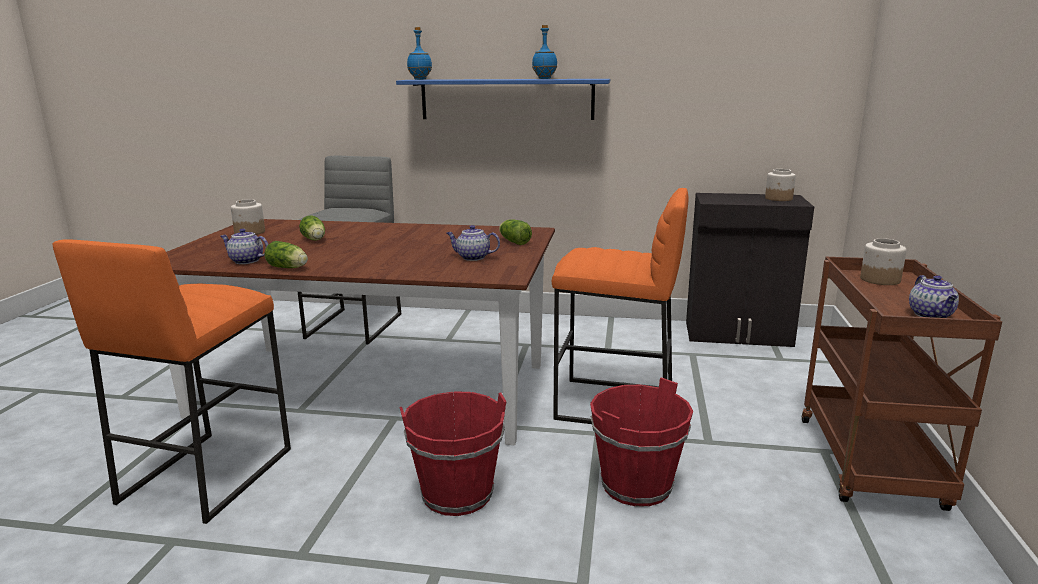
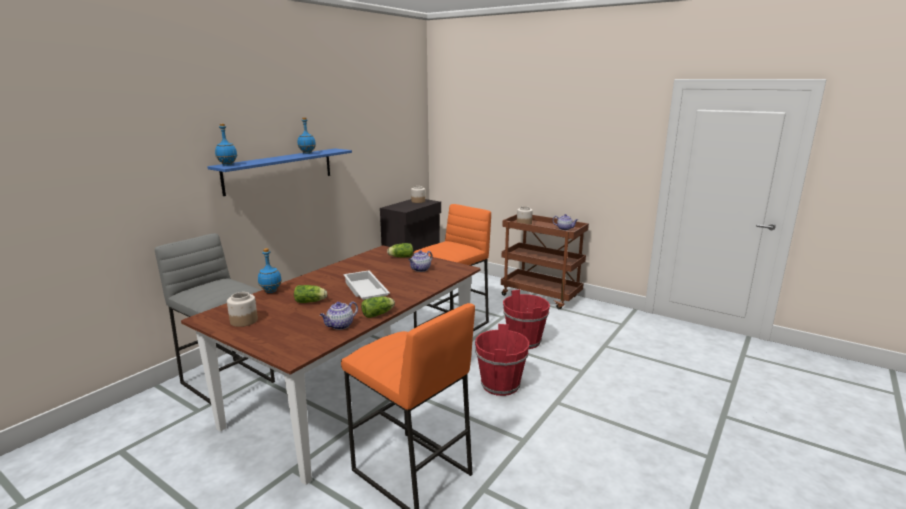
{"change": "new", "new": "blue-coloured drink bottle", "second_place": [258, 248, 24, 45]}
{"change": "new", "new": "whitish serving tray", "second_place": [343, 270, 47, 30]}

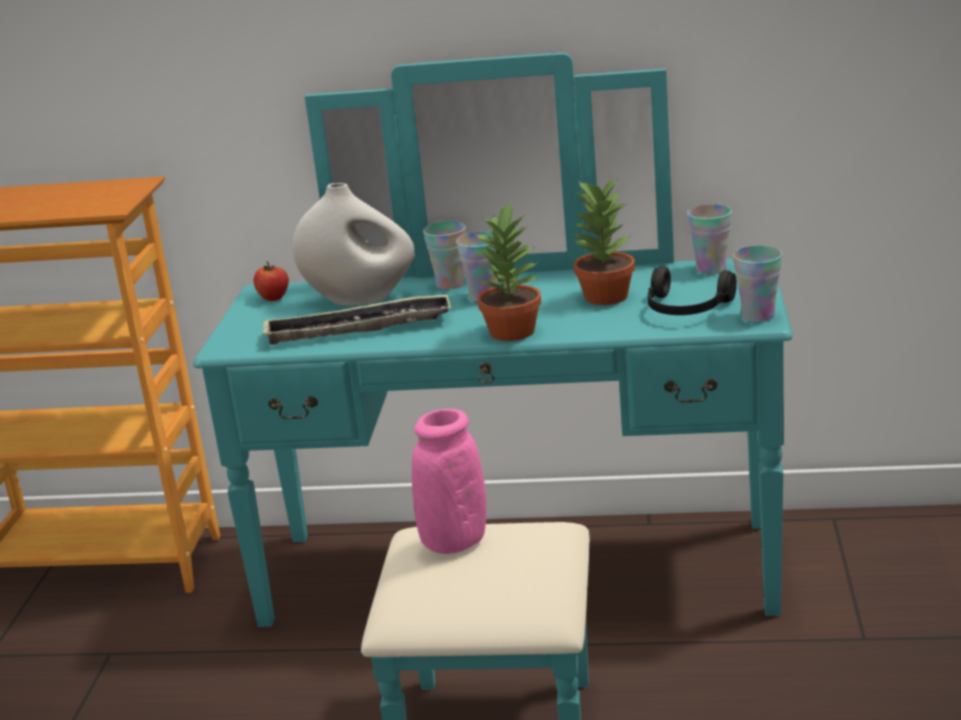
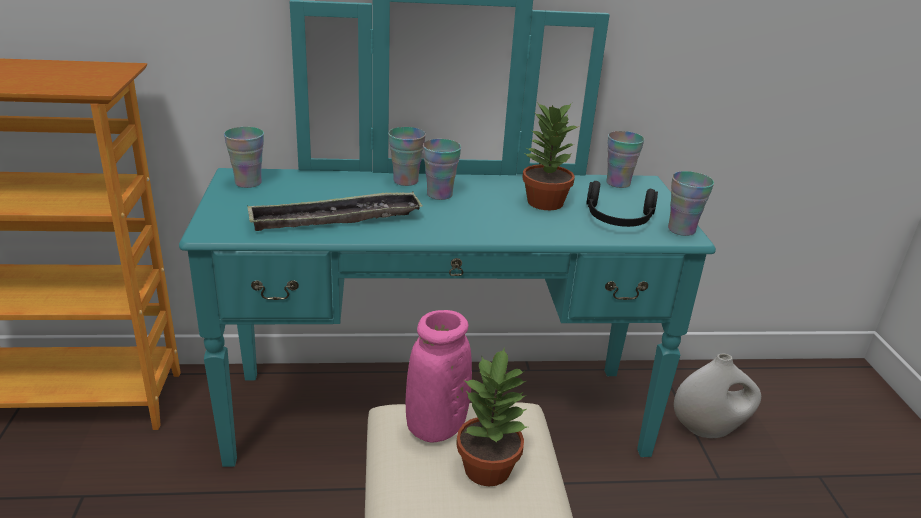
{"change": "shifted", "old": "whitish flower vase", "first_place": [292, 183, 123, 123], "second_place": [674, 354, 87, 84]}
{"change": "shifted", "old": "houseplant", "first_place": [475, 201, 66, 140], "second_place": [456, 346, 71, 140]}
{"change": "swapped", "old": "apple", "new": "cup", "first_place": [254, 261, 35, 40], "second_place": [224, 127, 40, 61]}

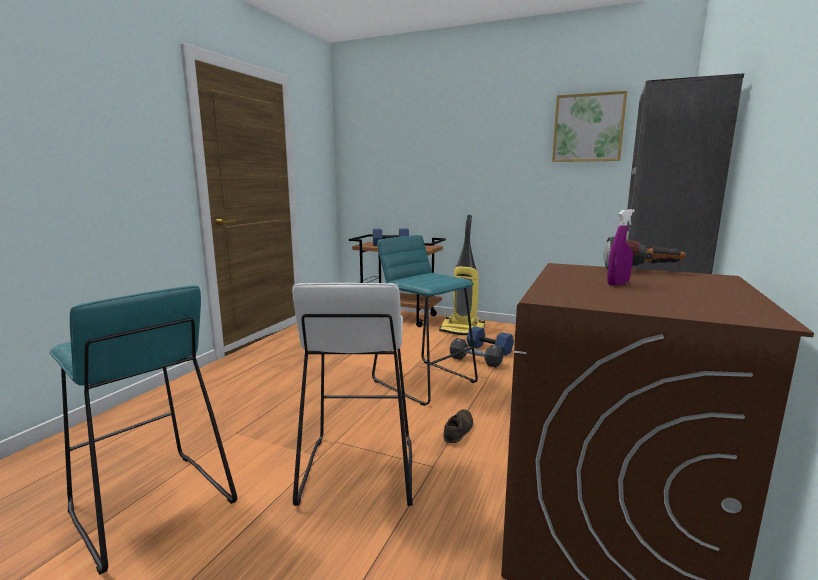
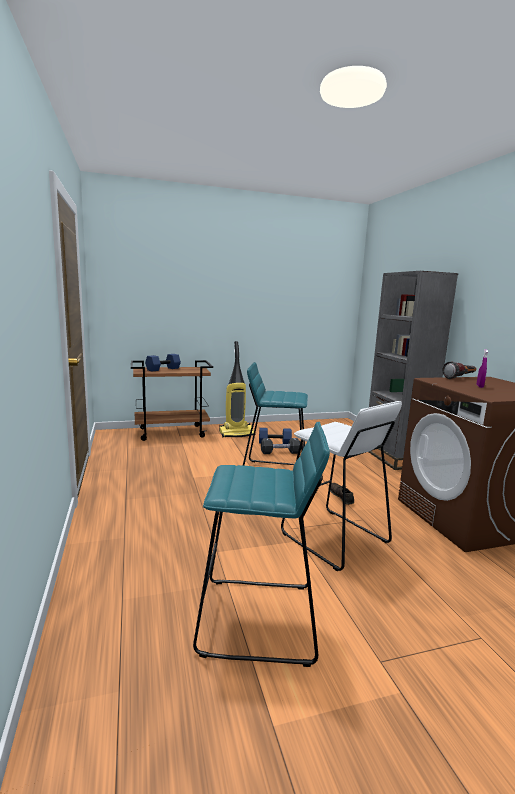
{"change": "gone", "old": "wall picture", "first_place": [552, 91, 75, 71]}

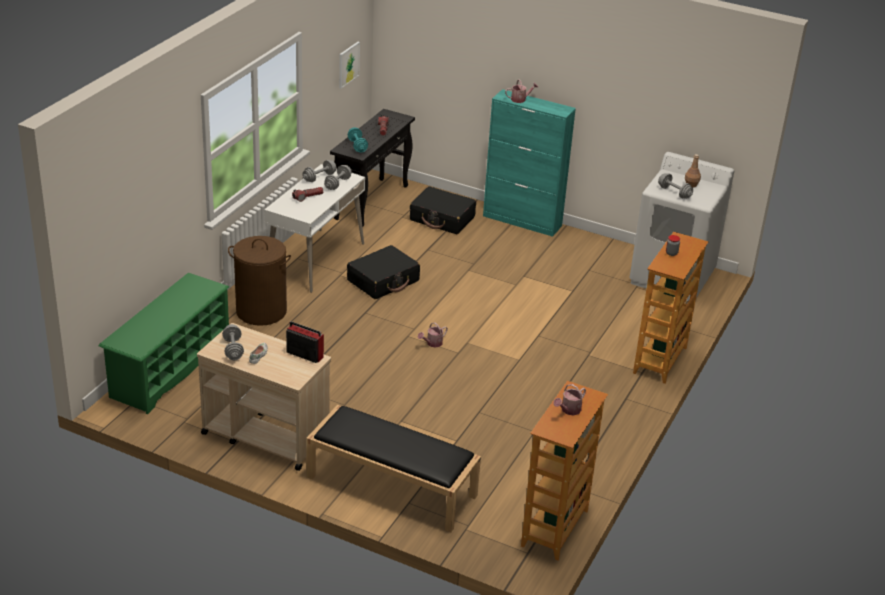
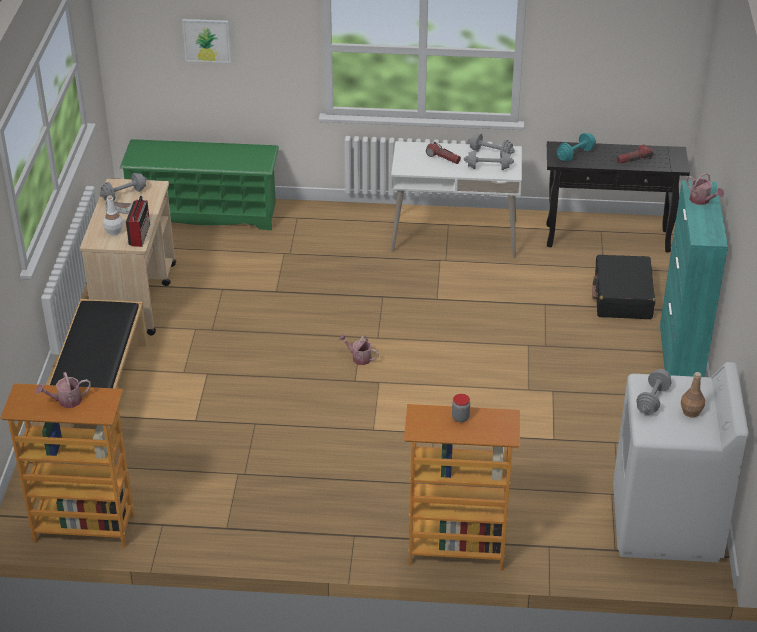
{"change": "shifted", "old": "wall picture", "first_place": [339, 42, 21, 47], "second_place": [182, 19, 49, 44]}
{"change": "gone", "old": "brown-coloured washing basket", "first_place": [228, 236, 63, 90]}
{"change": "gone", "old": "blackish travel case", "first_place": [347, 245, 73, 54]}
{"change": "rotated", "old": "sprinkling can", "first_place": [553, 384, 33, 31], "second_place": [36, 372, 55, 36], "degrees": -45}
{"change": "new", "new": "whitish drink bottle", "second_place": [103, 195, 20, 41]}

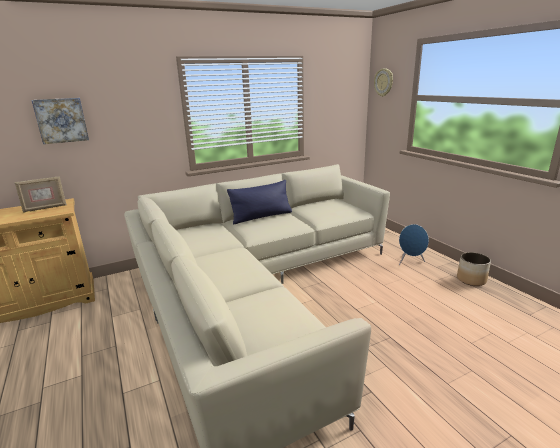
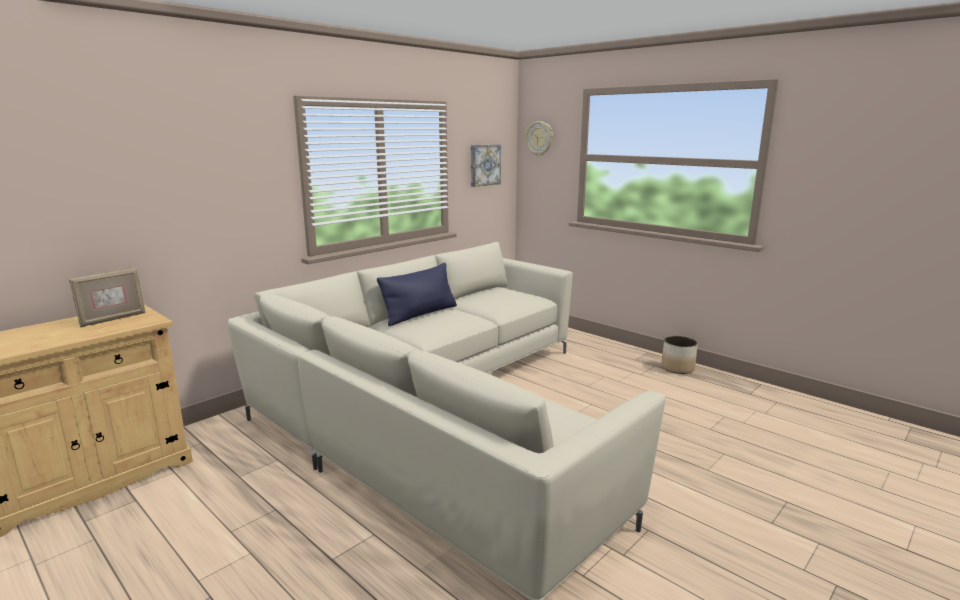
{"change": "shifted", "old": "wall picture", "first_place": [31, 98, 58, 46], "second_place": [471, 144, 30, 43]}
{"change": "gone", "old": "blue-coloured speaker", "first_place": [399, 224, 30, 41]}

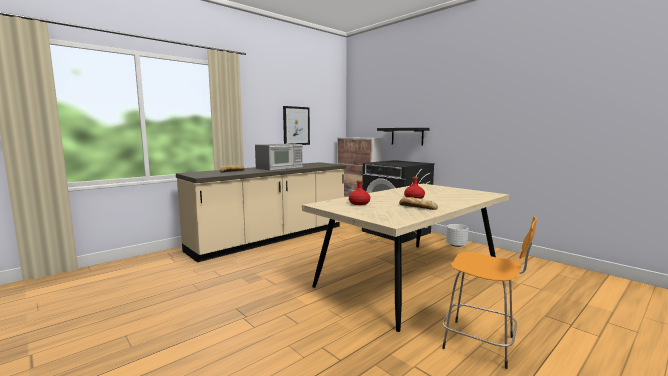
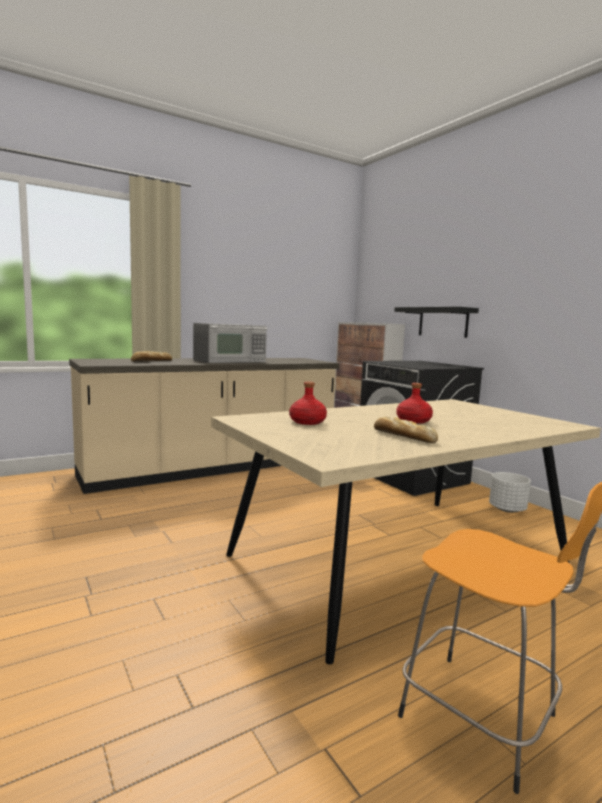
{"change": "gone", "old": "wall picture", "first_place": [283, 106, 27, 39]}

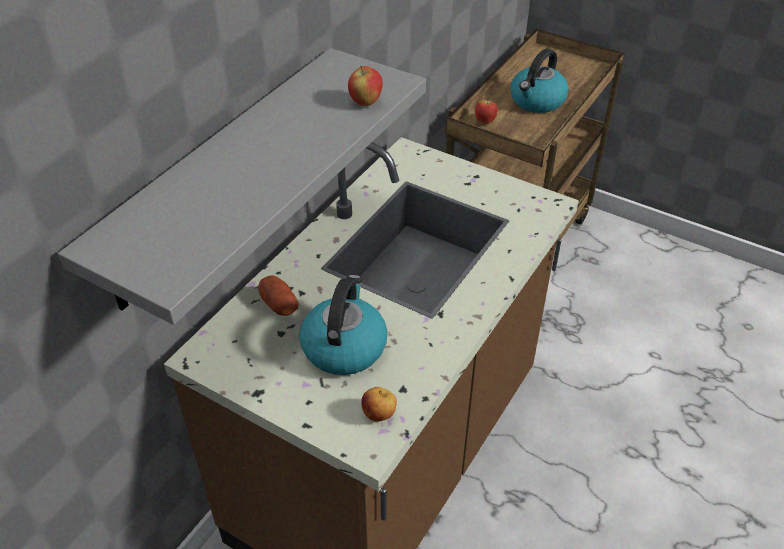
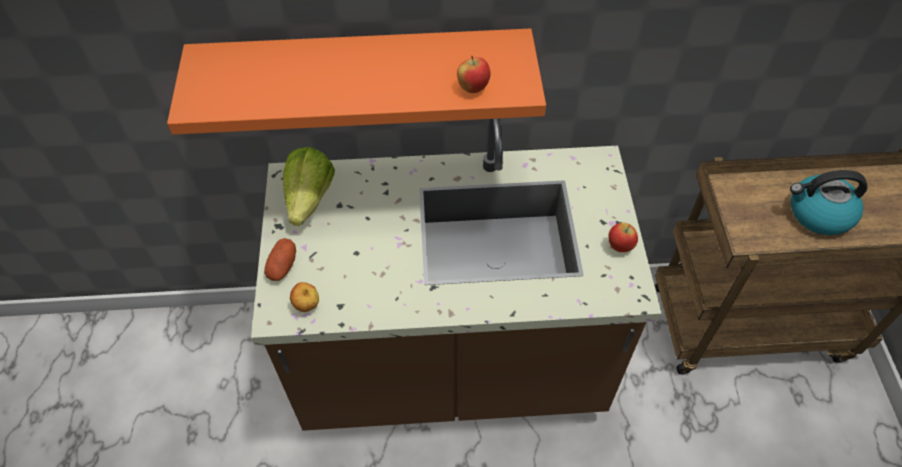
{"change": "repainted", "old": "gray bracket shelf", "new": "orange-coloured bracket shelf", "first_place": [58, 48, 368, 277], "second_place": [167, 28, 379, 107]}
{"change": "shifted", "old": "apple", "first_place": [475, 97, 23, 27], "second_place": [608, 223, 30, 29]}
{"change": "shifted", "old": "whole potato", "first_place": [258, 275, 40, 41], "second_place": [264, 238, 32, 43]}
{"change": "gone", "old": "water kettle", "first_place": [299, 275, 89, 100]}
{"change": "new", "new": "lettuce head", "second_place": [283, 147, 52, 79]}

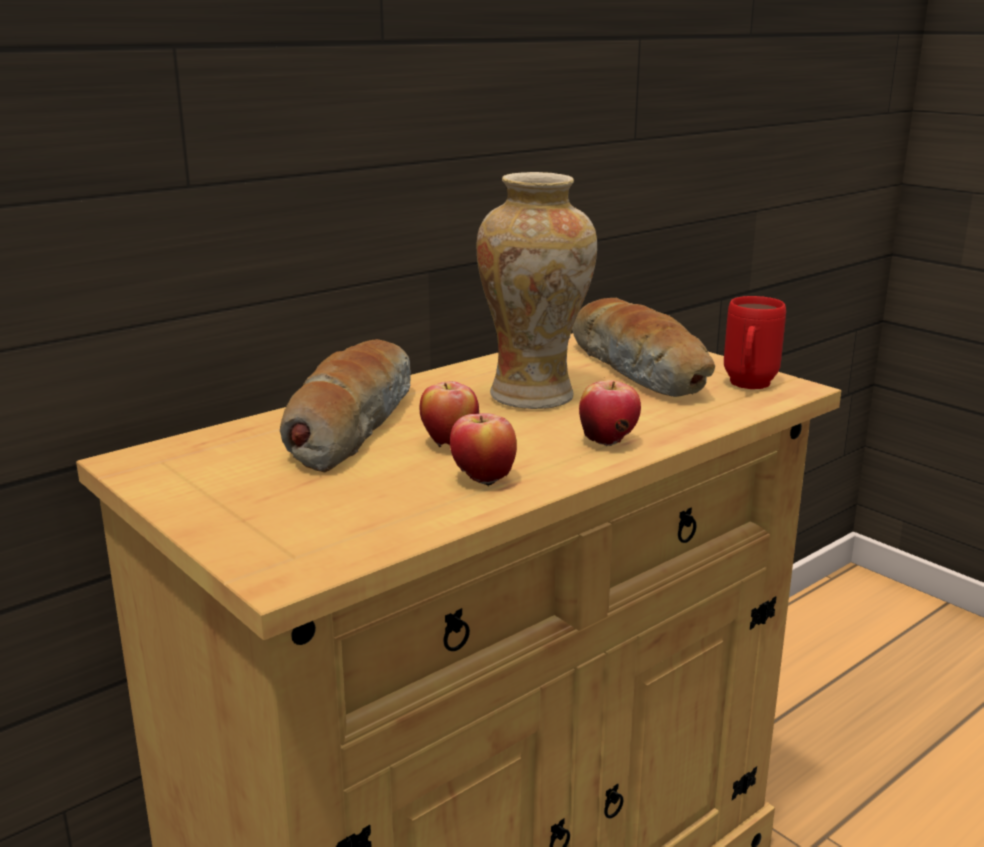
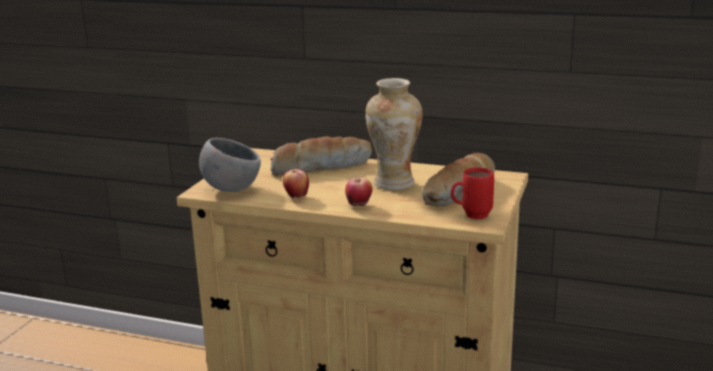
{"change": "gone", "old": "apple", "first_place": [419, 381, 60, 66]}
{"change": "new", "new": "gray serving bowl", "second_place": [199, 138, 62, 54]}

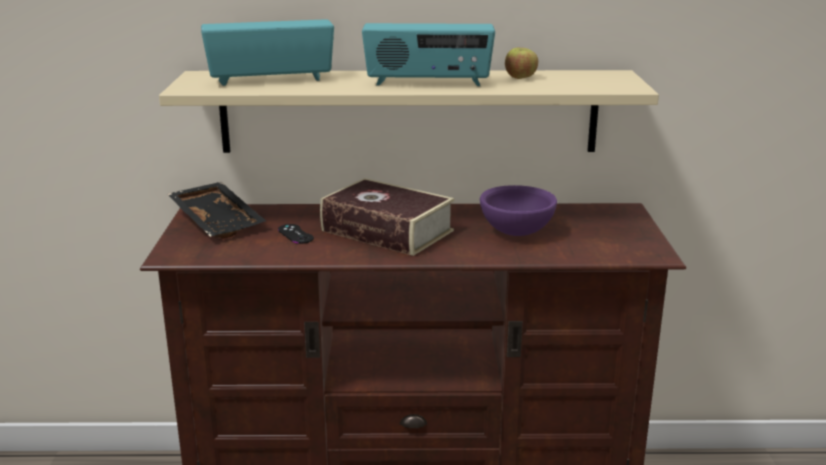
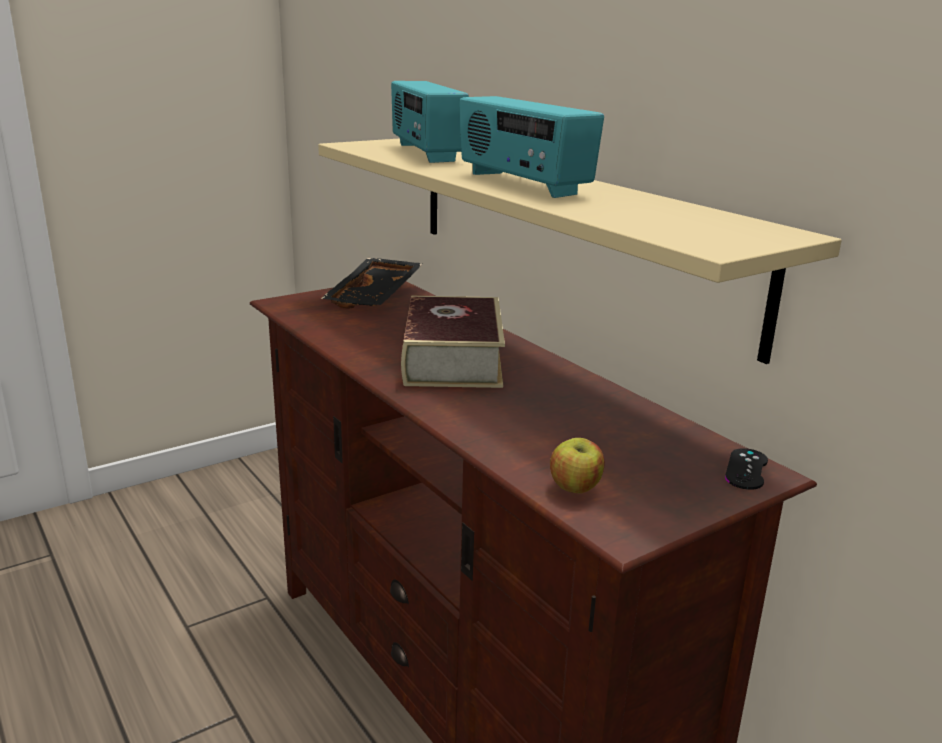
{"change": "rotated", "old": "radio receiver", "first_place": [201, 19, 133, 67], "second_place": [391, 81, 78, 82], "degrees": -150}
{"change": "shifted", "old": "apple", "first_place": [505, 48, 33, 31], "second_place": [550, 438, 55, 55]}
{"change": "gone", "old": "purplish serving bowl", "first_place": [480, 185, 77, 51]}
{"change": "shifted", "old": "blackish game controller", "first_place": [278, 224, 36, 20], "second_place": [725, 448, 43, 42]}

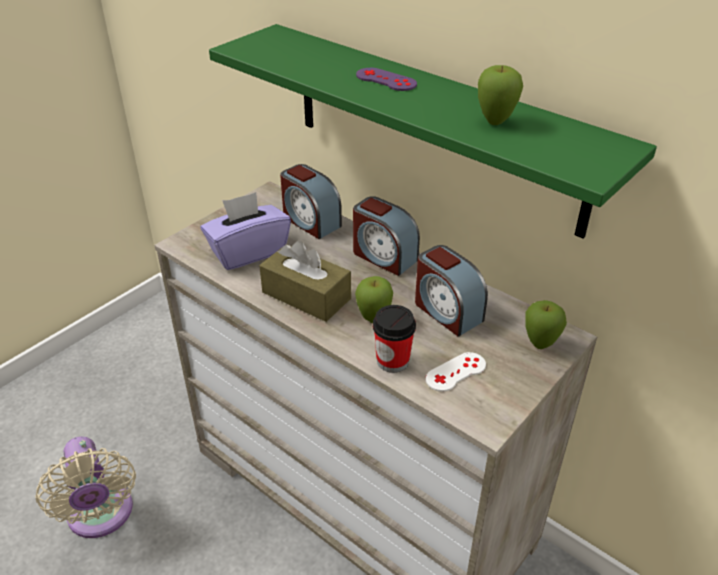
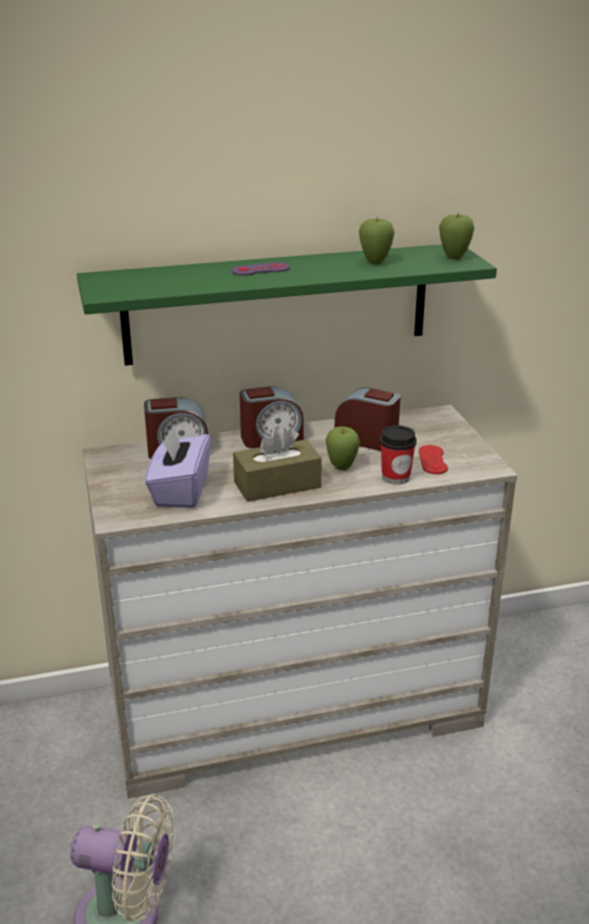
{"change": "rotated", "old": "table clock", "first_place": [415, 245, 73, 92], "second_place": [335, 387, 65, 64], "degrees": -150}
{"change": "shifted", "old": "apple", "first_place": [525, 300, 42, 49], "second_place": [439, 213, 35, 47]}
{"change": "repainted", "old": "whitish game controller", "new": "red game controller", "first_place": [426, 352, 60, 40], "second_place": [419, 445, 29, 29]}

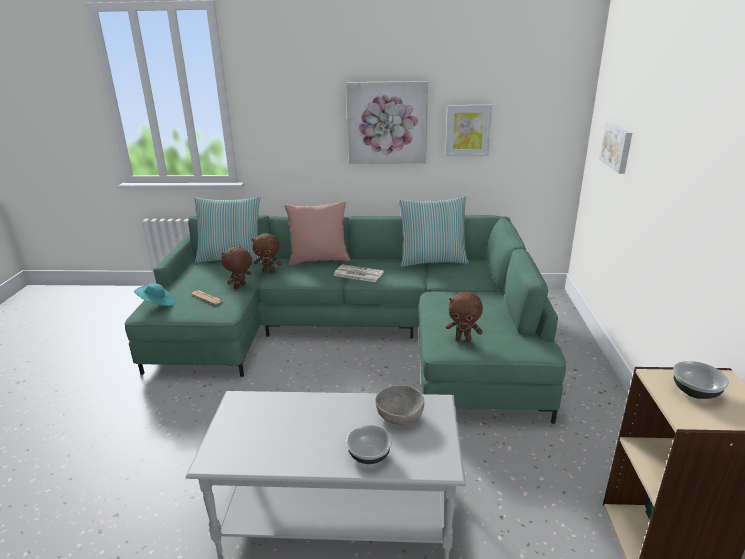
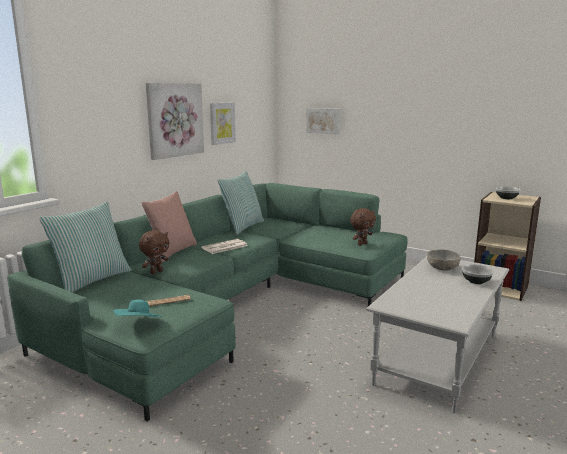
{"change": "gone", "old": "brown-coloured plush toy", "first_place": [222, 245, 30, 44]}

